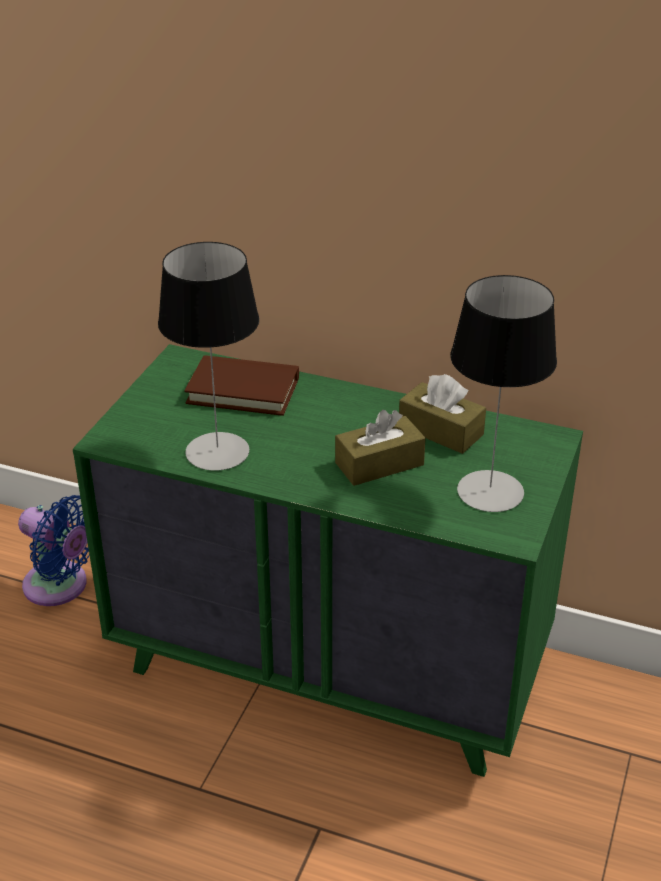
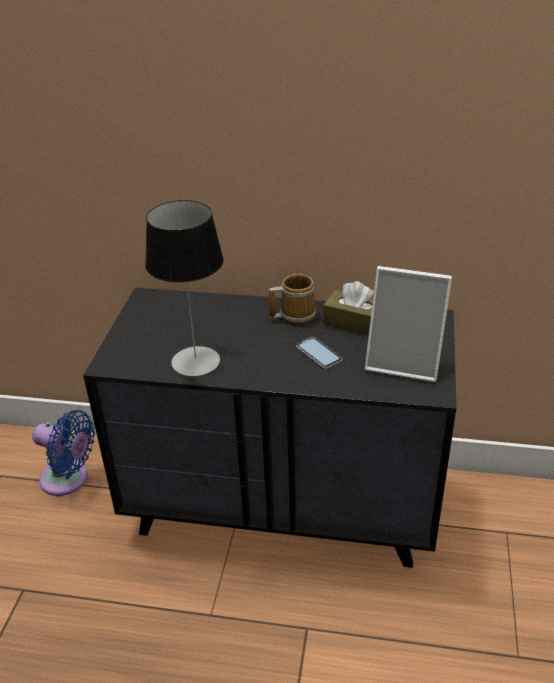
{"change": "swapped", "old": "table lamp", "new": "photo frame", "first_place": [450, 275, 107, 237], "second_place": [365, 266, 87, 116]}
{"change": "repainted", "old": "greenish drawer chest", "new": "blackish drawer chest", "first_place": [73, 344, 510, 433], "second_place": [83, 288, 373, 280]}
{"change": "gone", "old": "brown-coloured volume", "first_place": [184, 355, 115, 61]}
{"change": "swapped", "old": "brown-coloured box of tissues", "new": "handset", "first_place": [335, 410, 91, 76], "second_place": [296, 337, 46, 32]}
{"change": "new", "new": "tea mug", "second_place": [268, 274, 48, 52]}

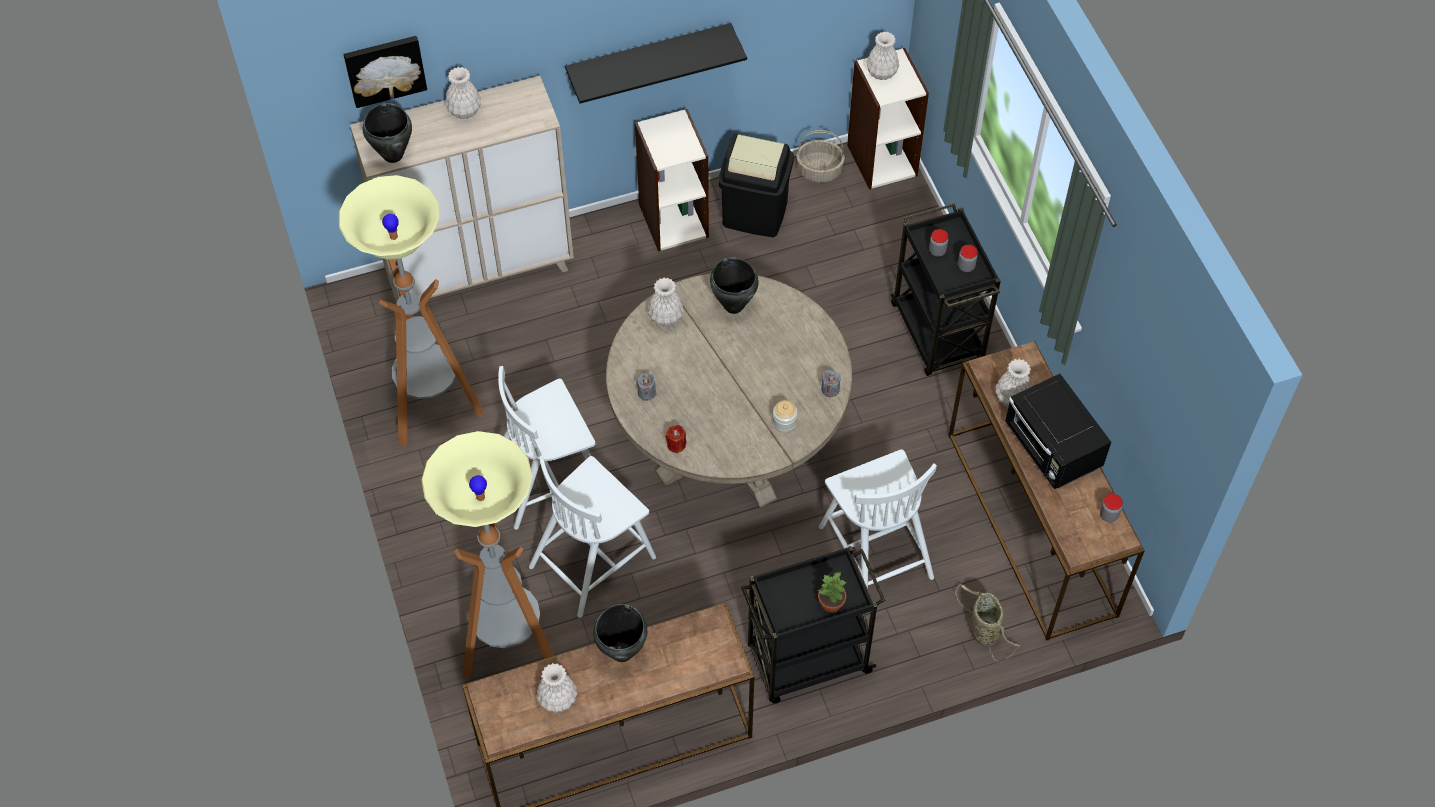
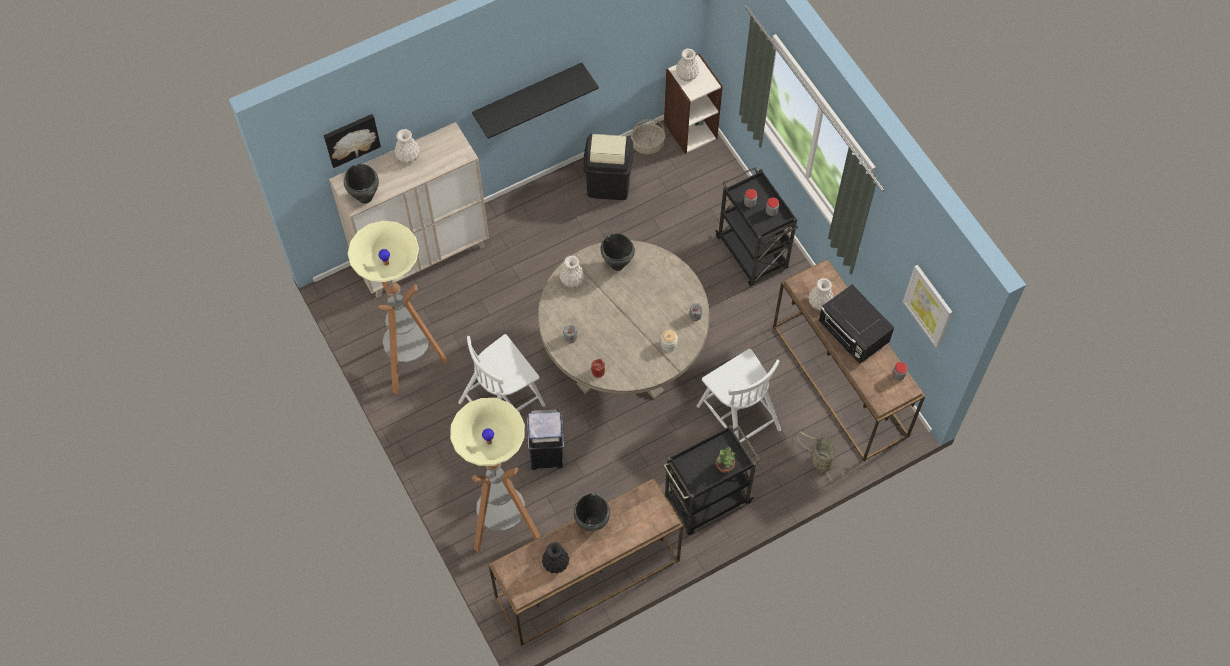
{"change": "gone", "old": "bookshelf", "first_place": [635, 109, 74, 142]}
{"change": "swapped", "old": "whitish upright chair", "new": "blue-coloured trash can", "first_place": [529, 456, 127, 162], "second_place": [527, 409, 37, 61]}
{"change": "repainted", "old": "whitish flower vase", "new": "blackish flower vase", "first_place": [537, 663, 40, 50], "second_place": [542, 542, 27, 31]}
{"change": "new", "new": "wall picture", "second_place": [903, 265, 49, 83]}

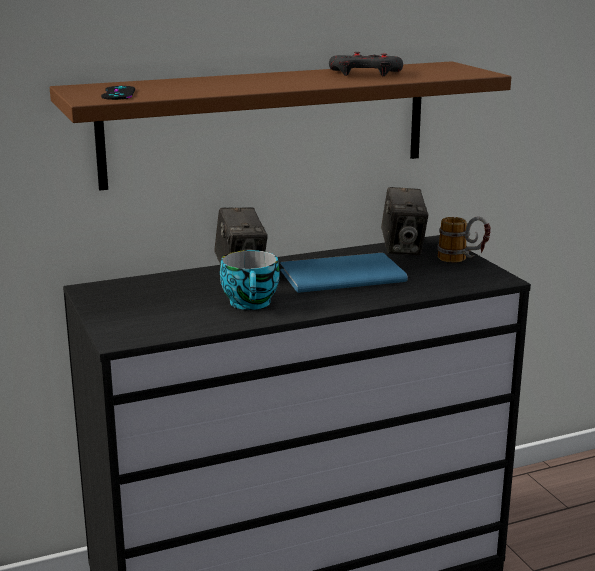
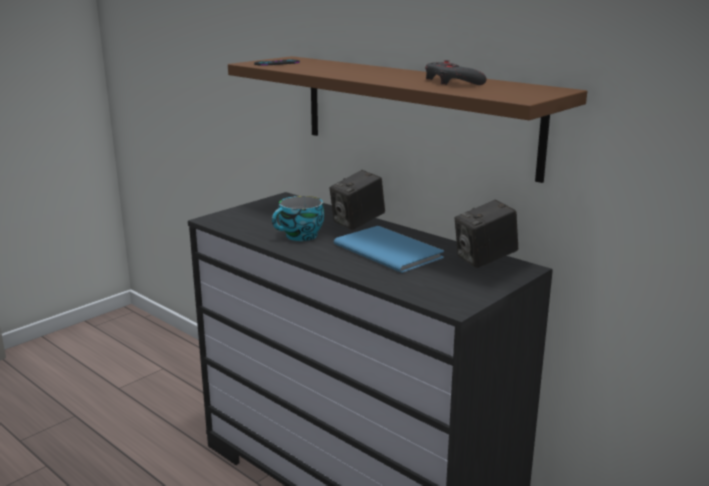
{"change": "gone", "old": "tea mug", "first_place": [437, 216, 54, 47]}

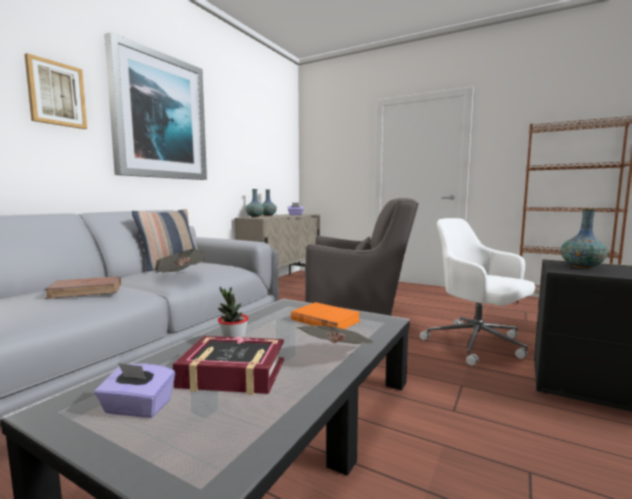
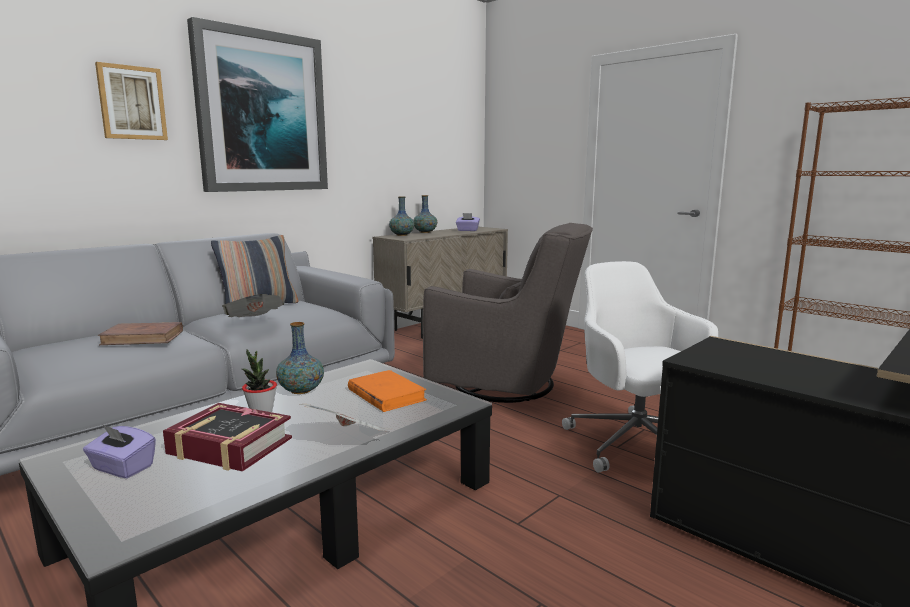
{"change": "shifted", "old": "flower vase", "first_place": [561, 209, 47, 59], "second_place": [276, 322, 48, 72]}

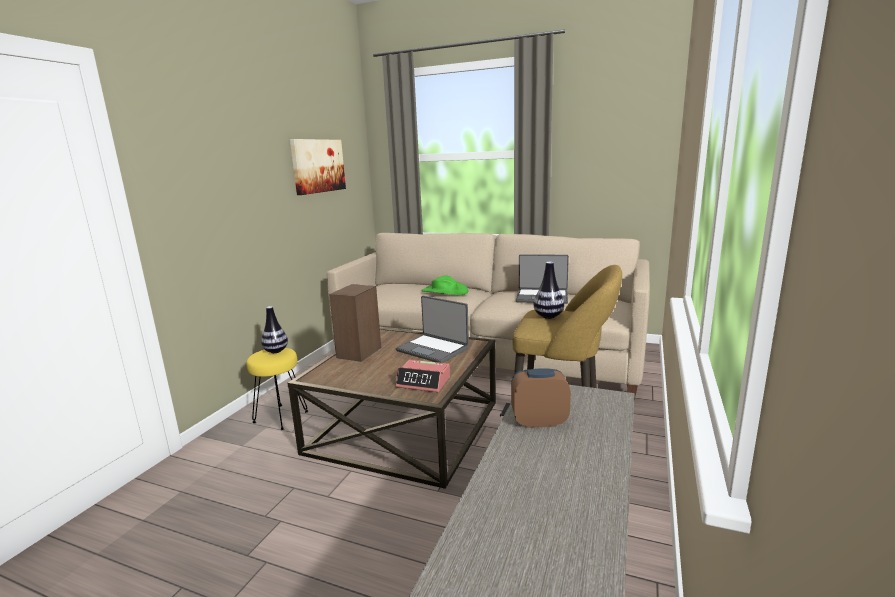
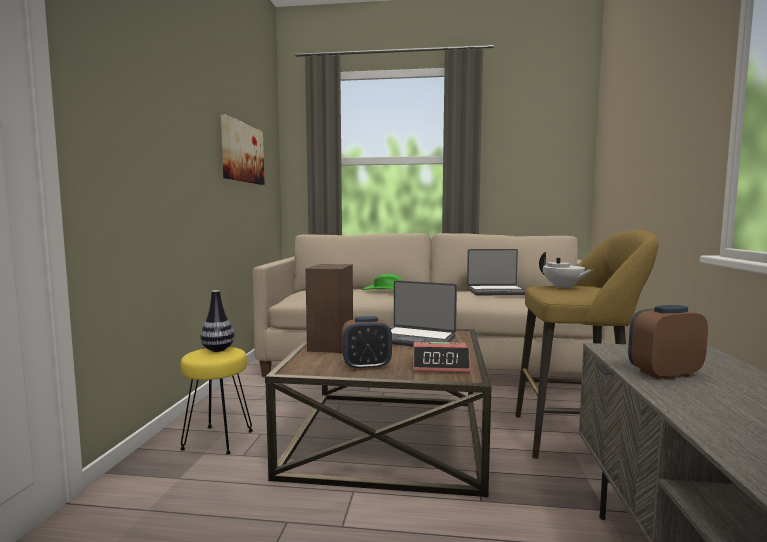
{"change": "swapped", "old": "flower vase", "new": "whitish teapot", "first_place": [533, 262, 31, 57], "second_place": [539, 252, 54, 37]}
{"change": "new", "new": "table clock", "second_place": [342, 316, 50, 55]}

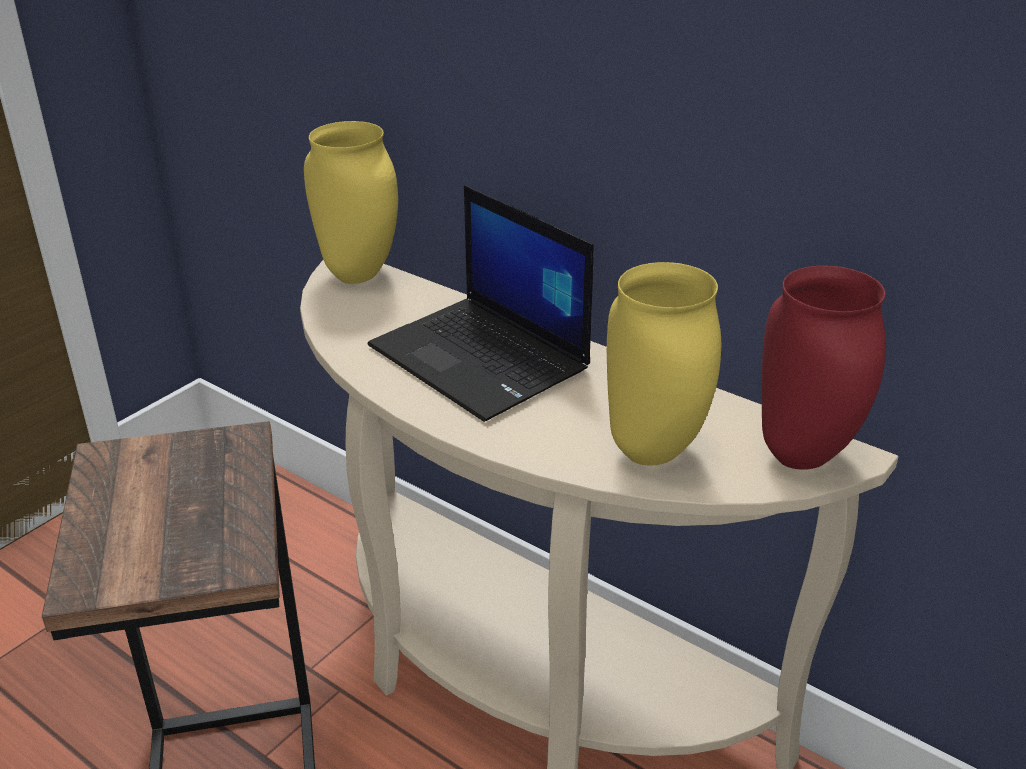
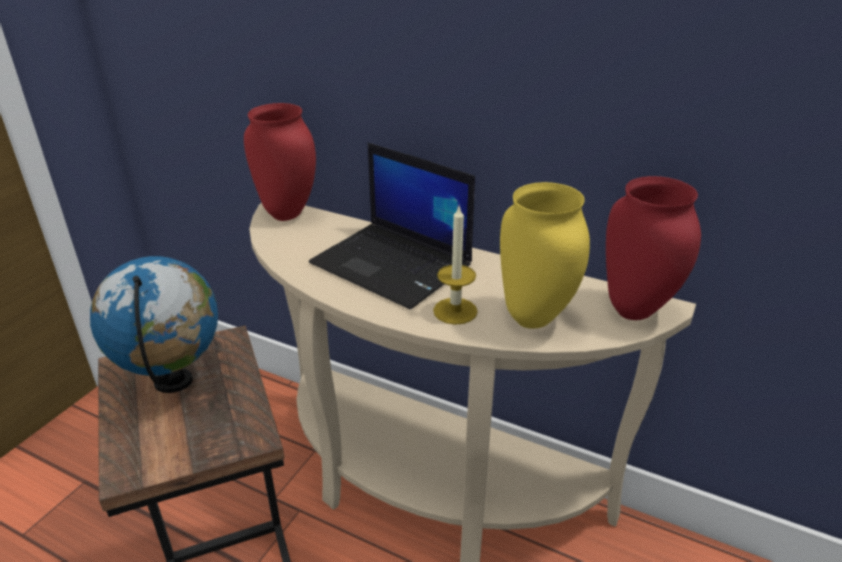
{"change": "repainted", "old": "yellow flower vase", "new": "red flower vase", "first_place": [304, 121, 94, 163], "second_place": [244, 103, 72, 118]}
{"change": "new", "new": "candle", "second_place": [433, 206, 45, 119]}
{"change": "new", "new": "world globe", "second_place": [90, 256, 128, 137]}

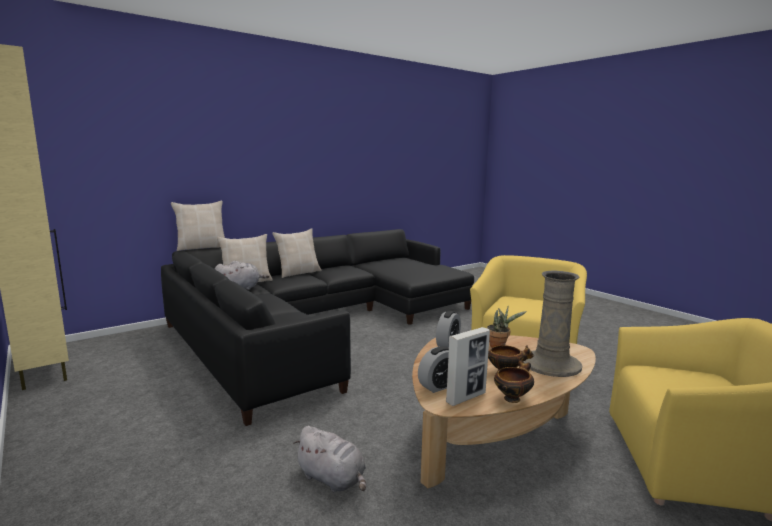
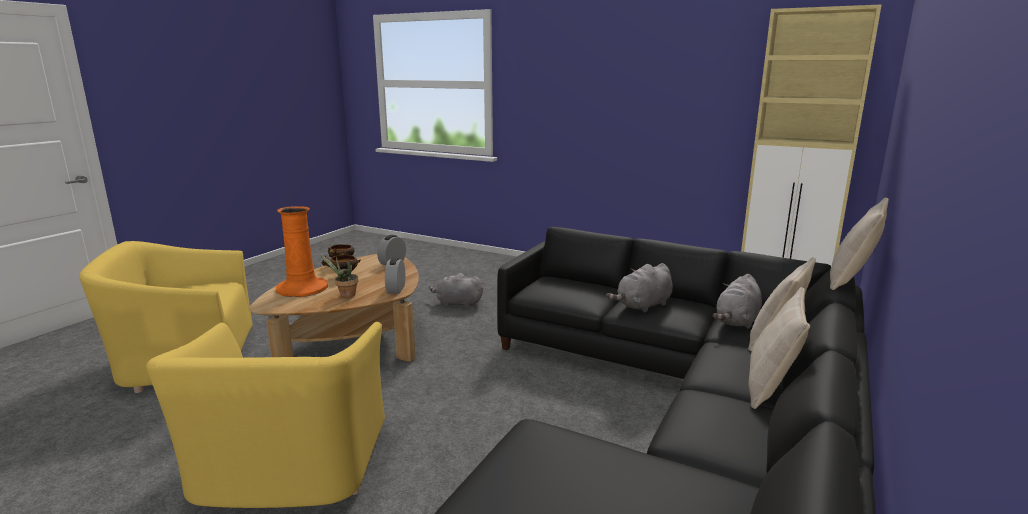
{"change": "repainted", "old": "beige-coloured flower vase", "new": "orange-coloured flower vase", "first_place": [523, 271, 59, 106], "second_place": [276, 206, 52, 91]}
{"change": "gone", "old": "photo frame", "first_place": [446, 327, 44, 79]}
{"change": "new", "new": "gray plush toy", "second_place": [606, 263, 67, 50]}

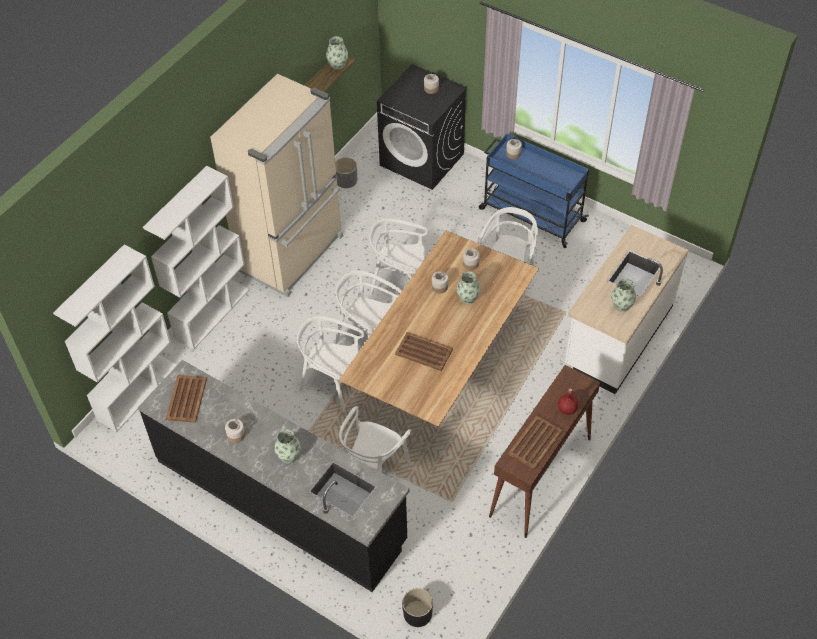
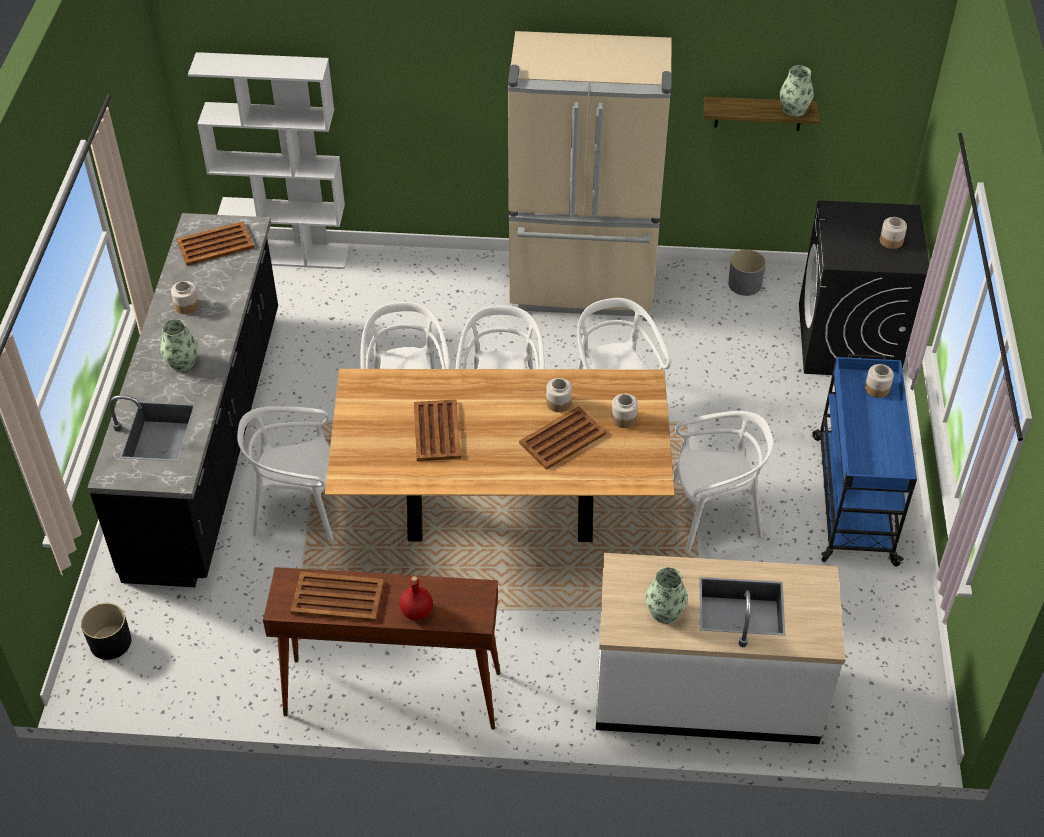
{"change": "gone", "old": "whitish bookshelf", "first_place": [143, 166, 107, 184]}
{"change": "swapped", "old": "flower vase", "new": "brown-coloured serving tray", "first_place": [457, 271, 23, 33], "second_place": [519, 406, 87, 64]}

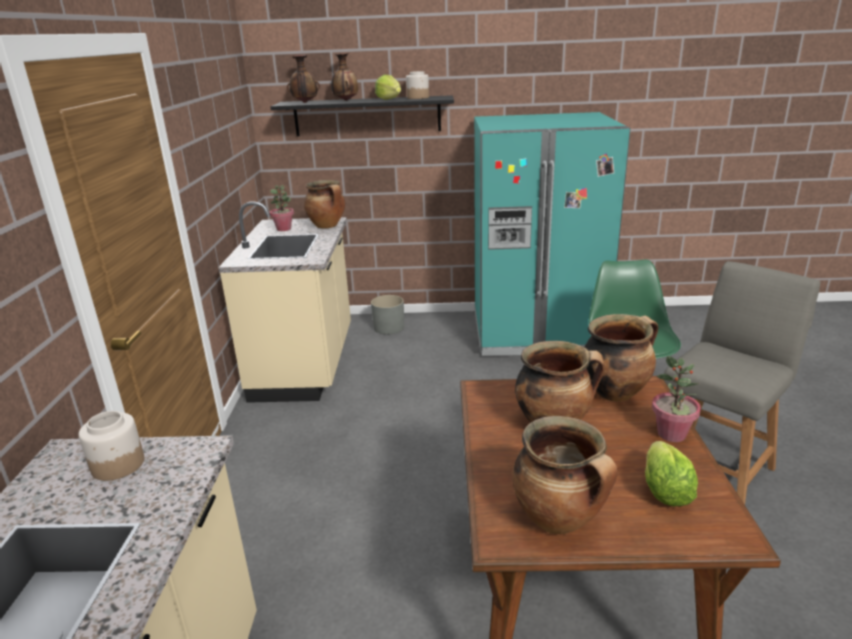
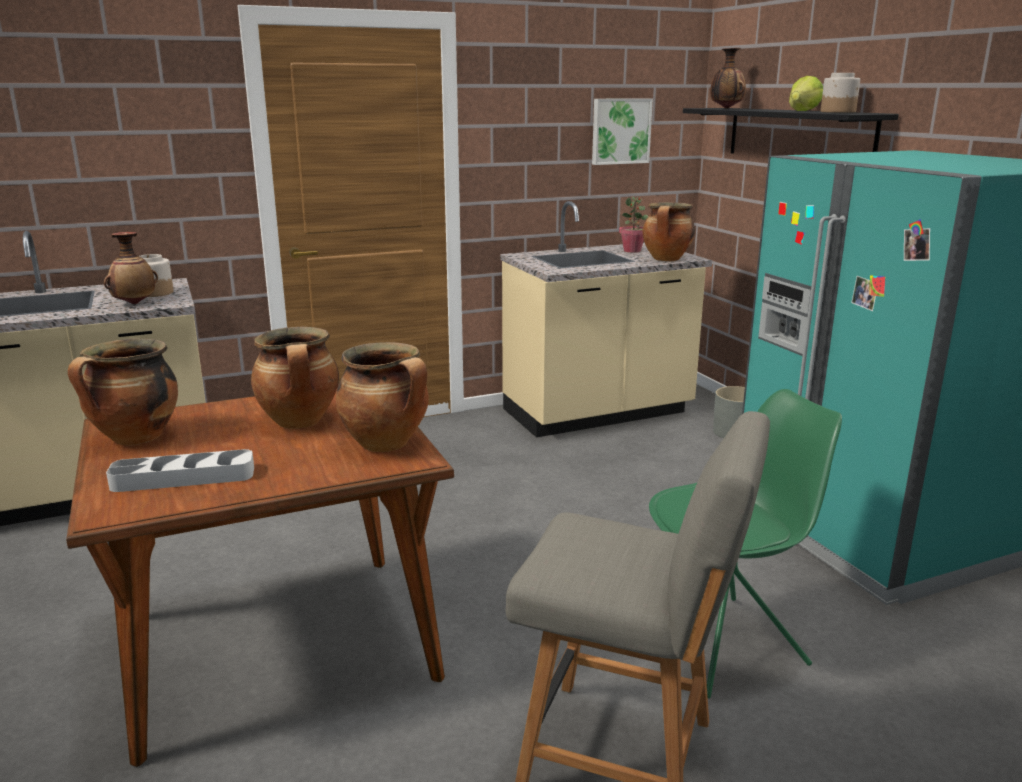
{"change": "shifted", "old": "flower vase", "first_place": [331, 53, 27, 48], "second_place": [104, 232, 54, 72]}
{"change": "gone", "old": "houseplant", "first_place": [652, 356, 49, 86]}
{"change": "swapped", "old": "lettuce head", "new": "gray serving tray", "first_place": [645, 441, 53, 65], "second_place": [106, 449, 148, 43]}
{"change": "new", "new": "wall picture", "second_place": [592, 98, 61, 67]}

